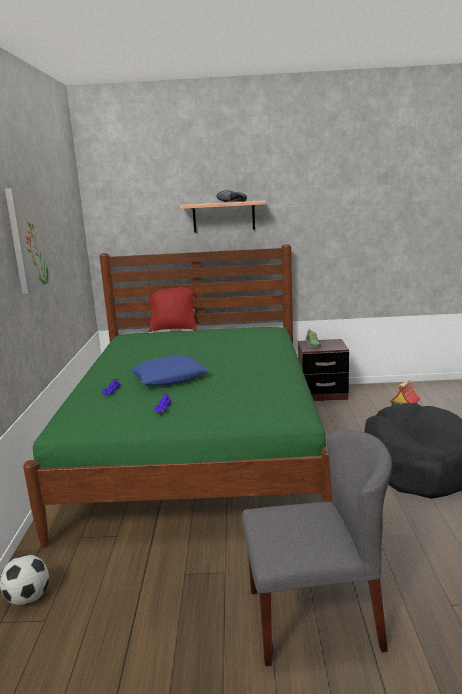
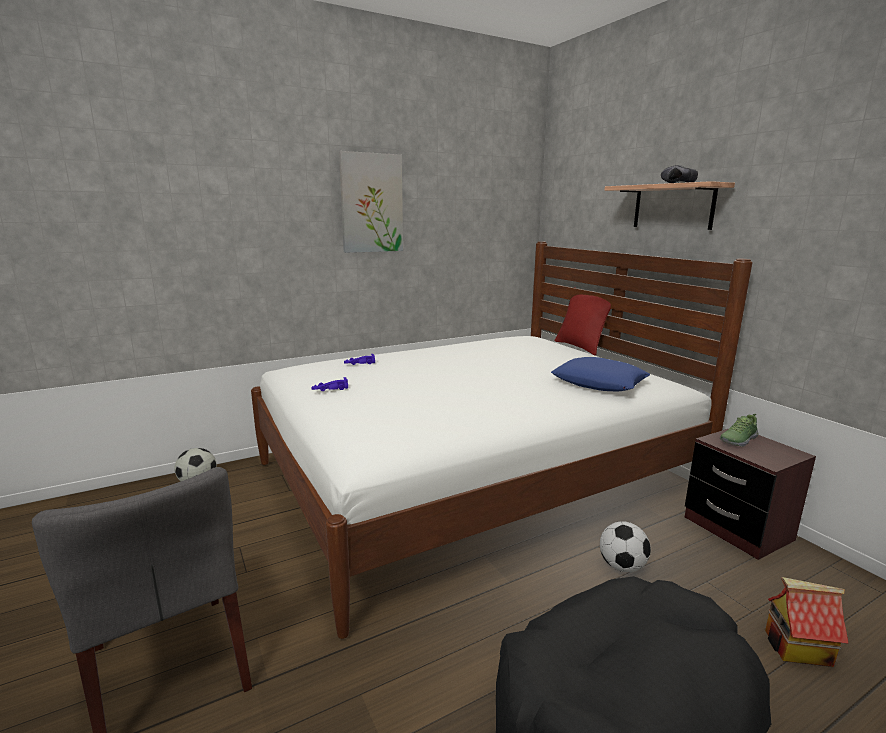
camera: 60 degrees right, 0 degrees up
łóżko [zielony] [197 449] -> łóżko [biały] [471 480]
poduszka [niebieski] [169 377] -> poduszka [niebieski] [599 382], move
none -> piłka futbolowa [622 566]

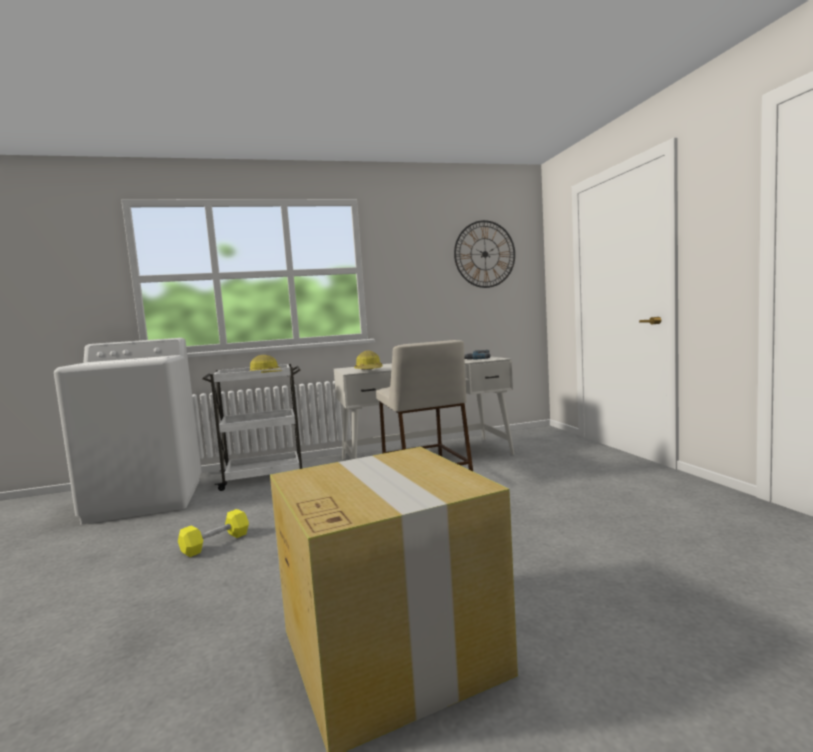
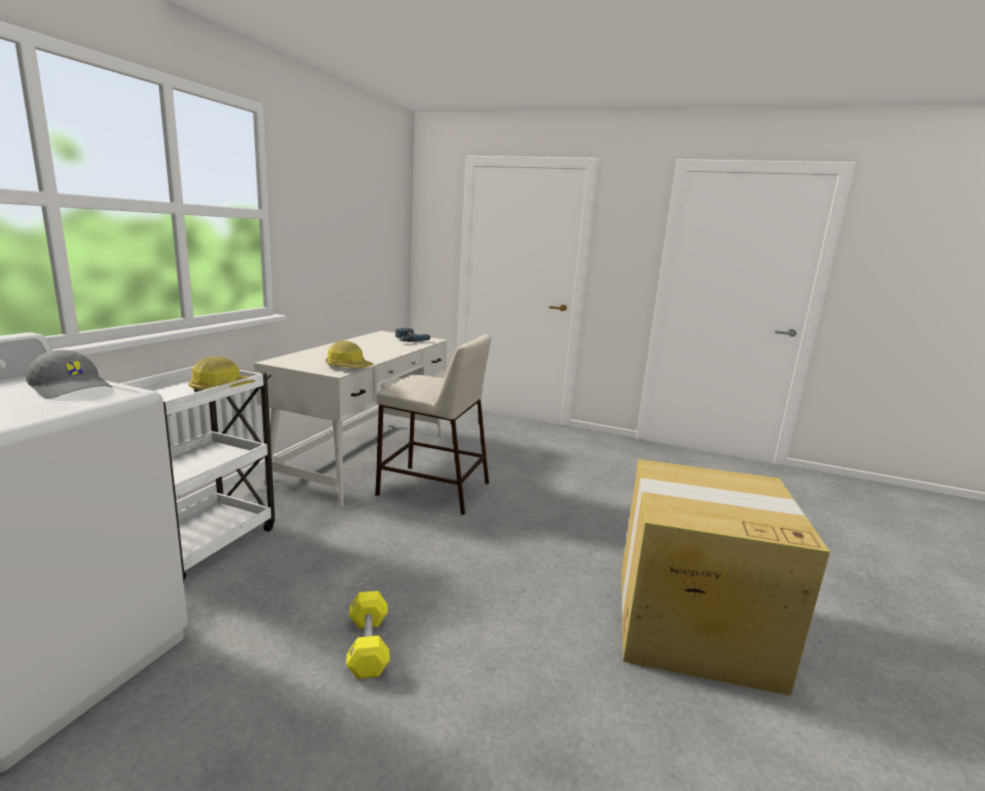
camera: 55 degrees left, 10 degrees up
zegar ścienny [485 254] -> none
none -> czapka z daszkiem [szary] [72 388]

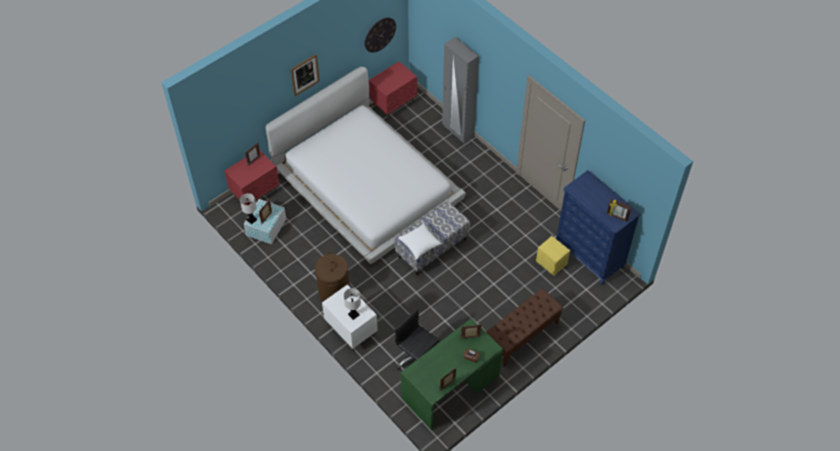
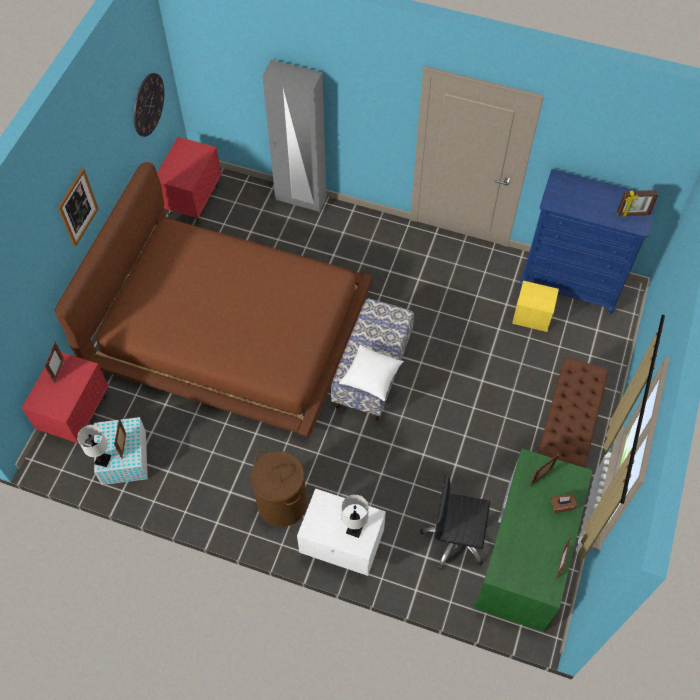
camera: 30 degrees left, 5 degrees up
łóżko [biały] [366 185] -> łóżko [brązowy] [228 328]

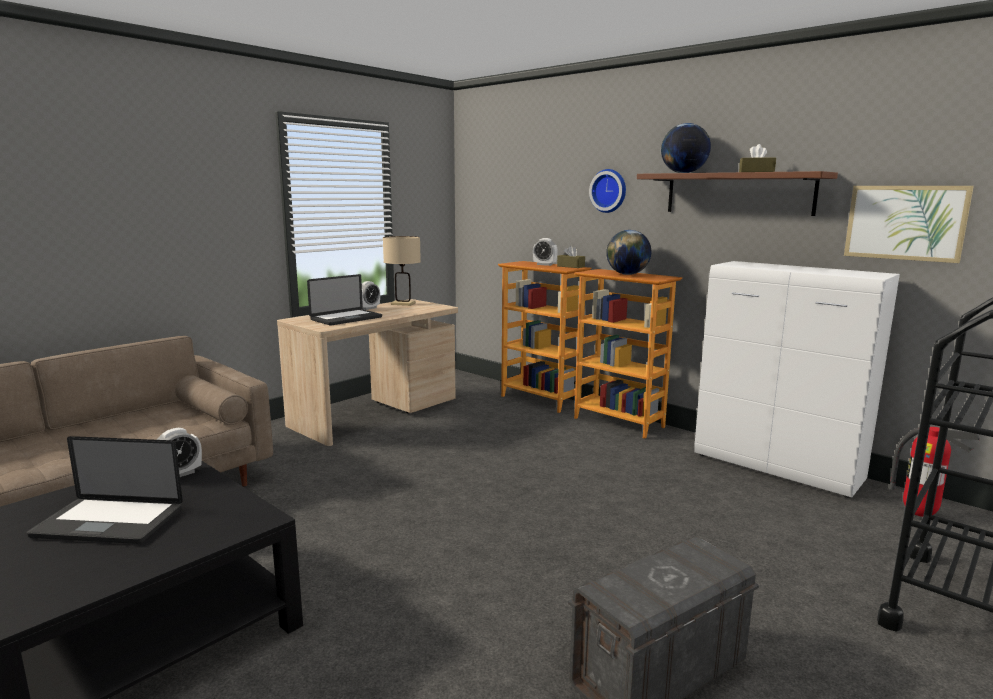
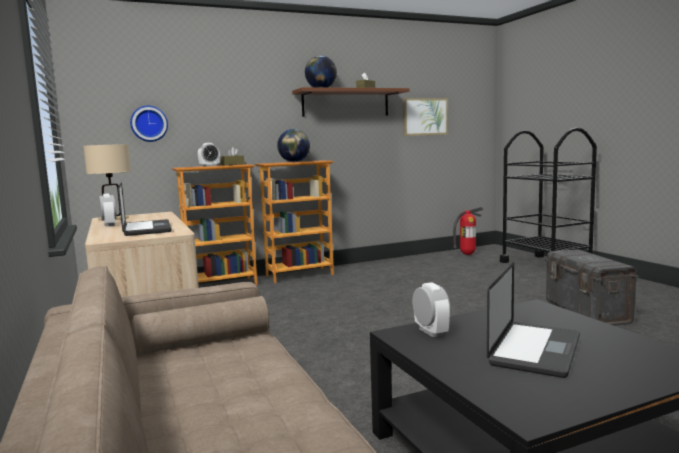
camera: 65 degrees left, 5 degrees down
zegar ścienny [609 191] -> zegar ścienny [149 123], move
szafka [biały] [777 468] -> none

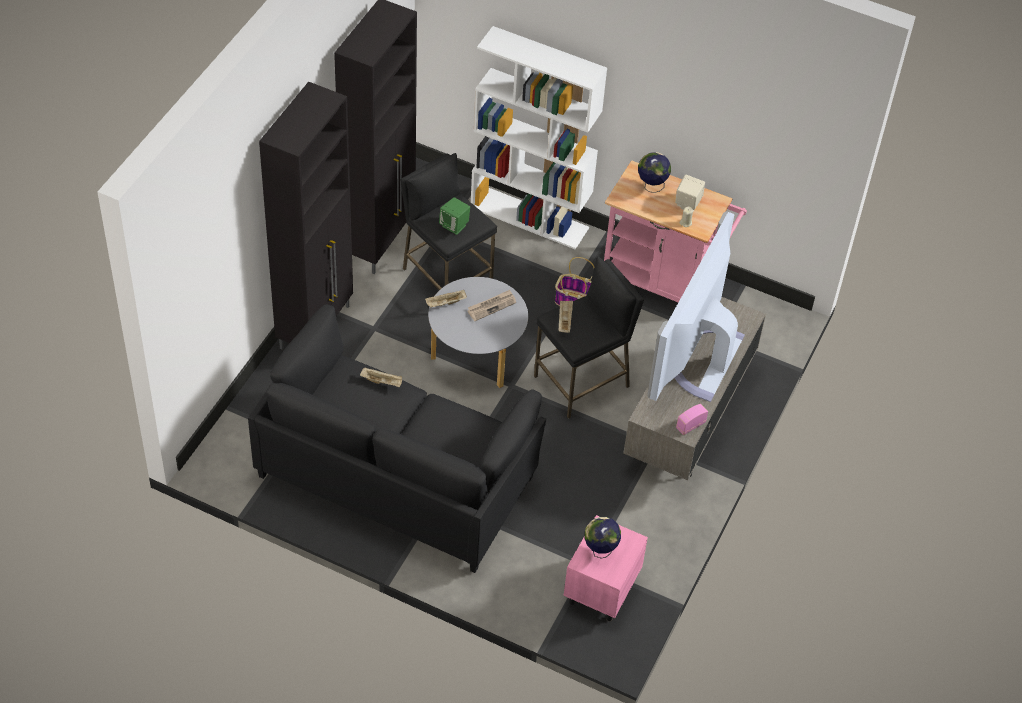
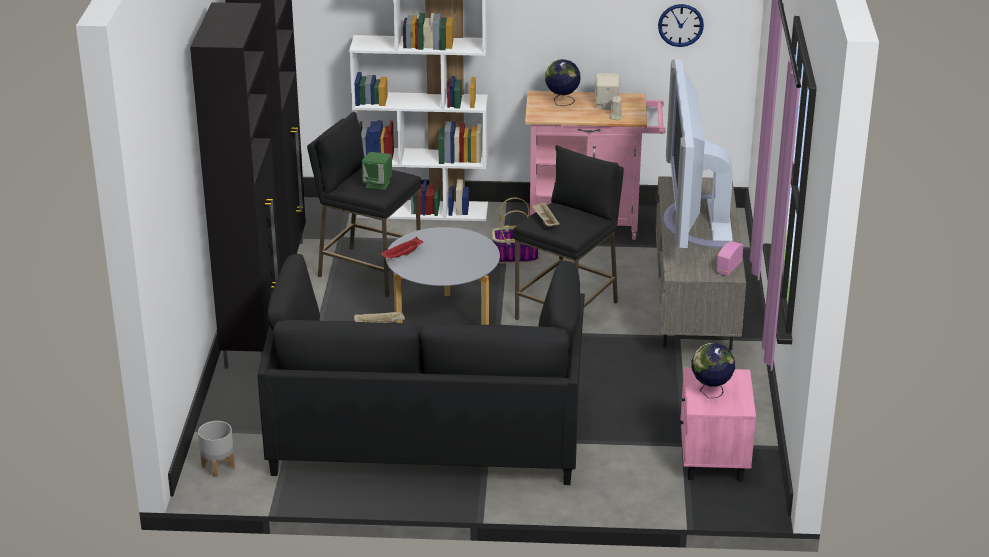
camera: 20 degrees left, 20 degrees down
taca [beżowy] [445 303] -> taca [czerwony] [402 255]
gazeta [491 306] -> none
none -> zegar ścienny [680 25]
none -> donica [szary] [217 467]

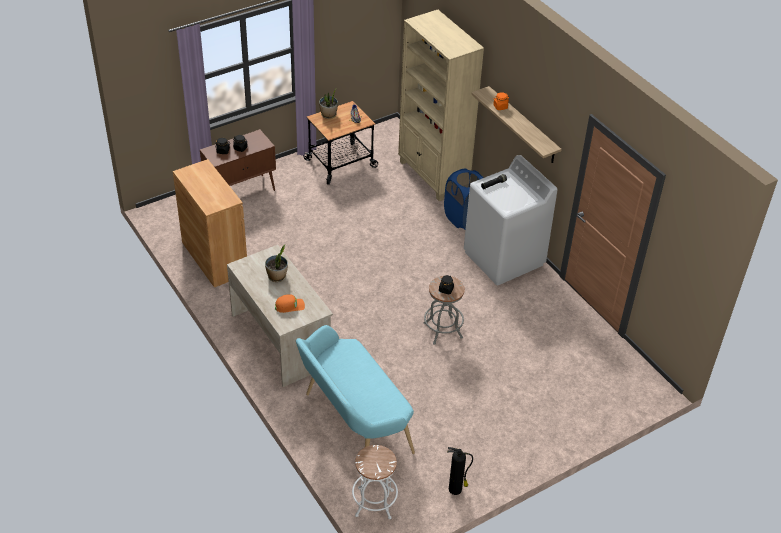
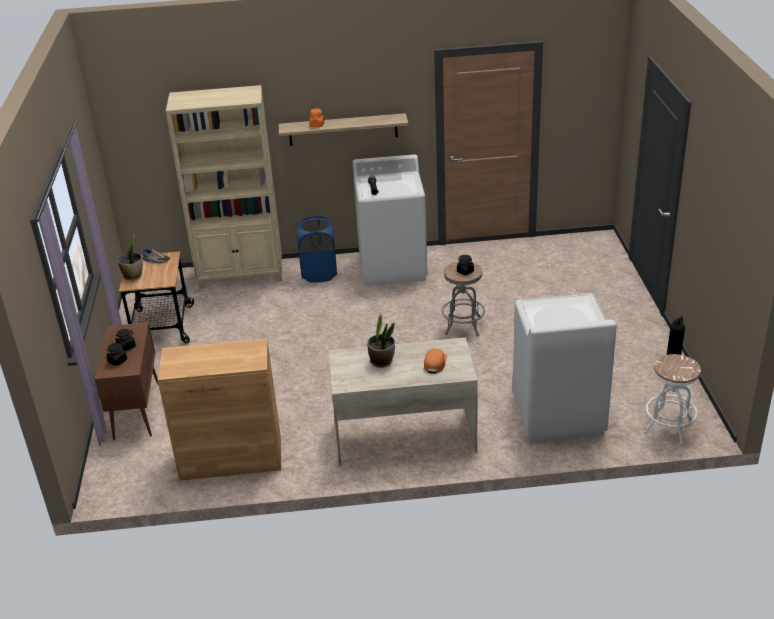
camera: 60 degrees left, 10 degrees down
ławka [turkusowy] [352 424] -> pralka [biały] [557 415]

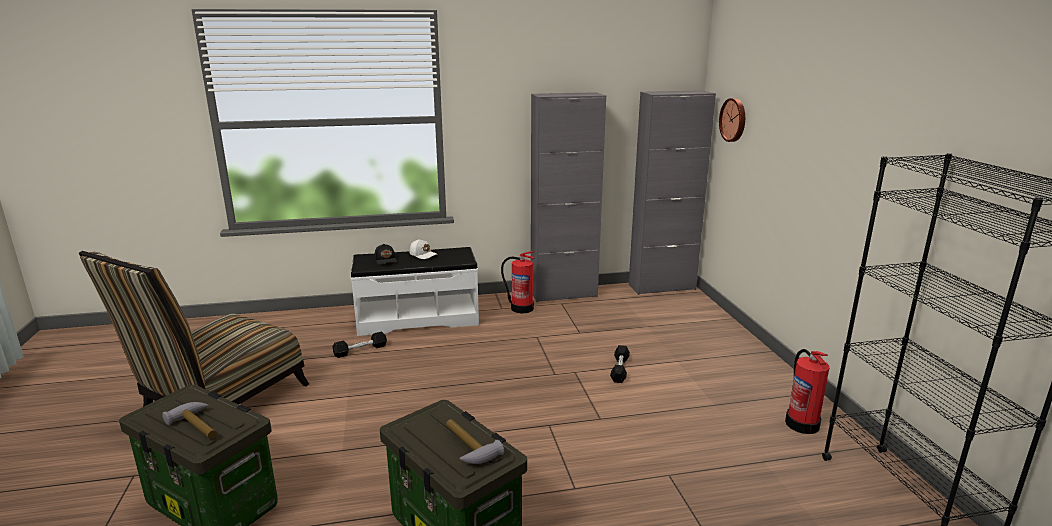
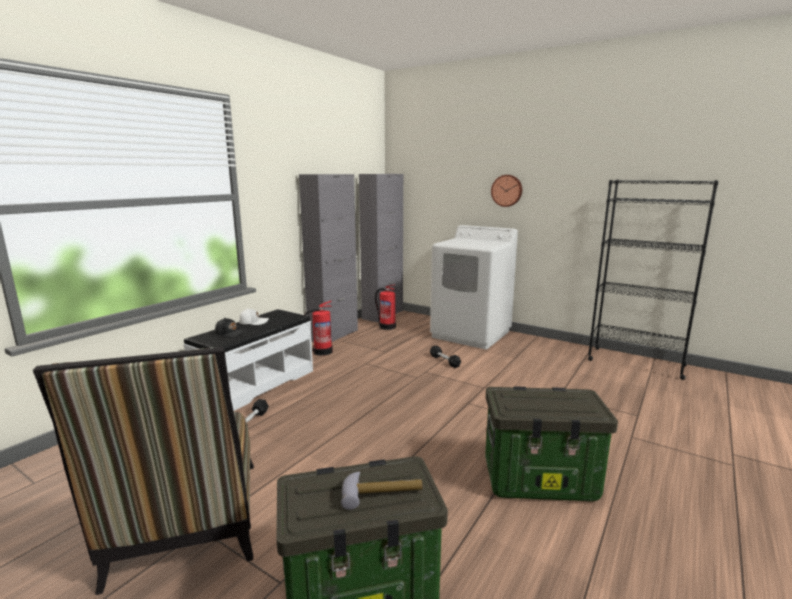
camera: 45 degrees left, 5 degrees down
zegar ścienny [734 120] -> zegar ścienny [507 190], move
gaśnica [802 423] -> gaśnica [387 326], move
młotek [467 447] -> none
none -> pralka [biały] [471 334]

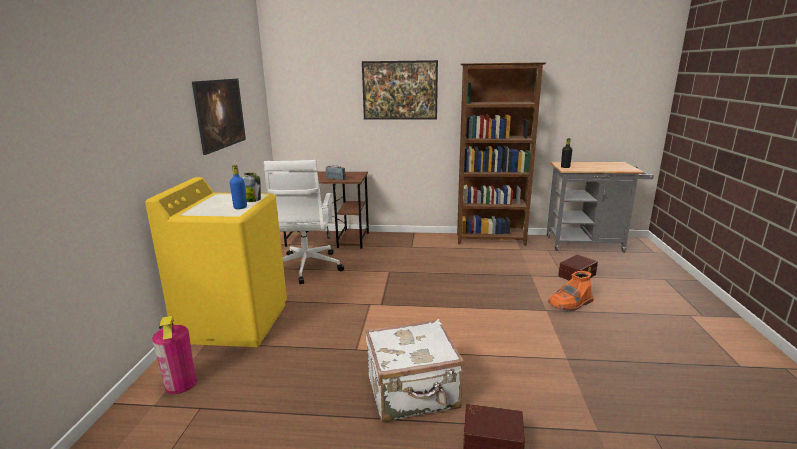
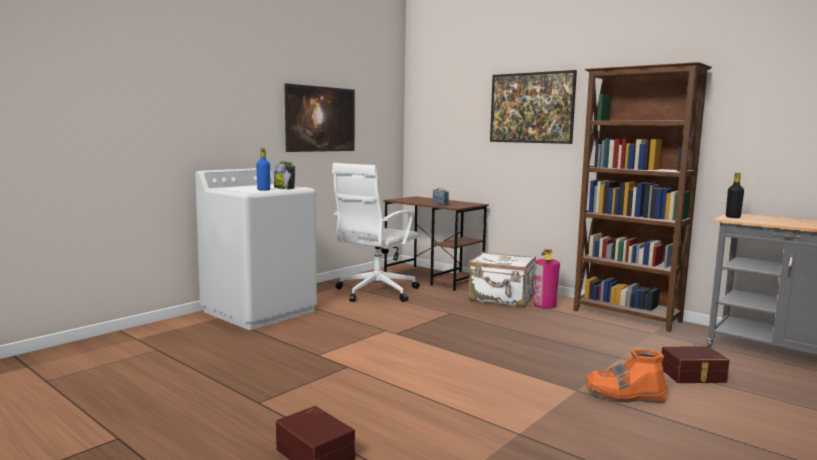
camera: 35 degrees right, 10 degrees down
pralka [żółty] [235 322] -> pralka [biały] [260 311]
gaśnica [181 383] -> gaśnica [545 305], move
walizka [biały] [413 393] -> walizka [biały] [501 298], move

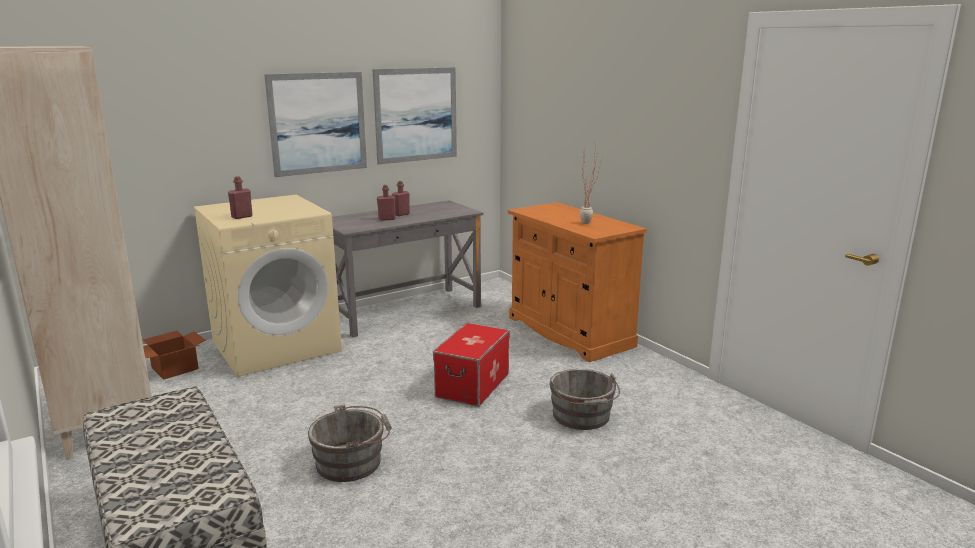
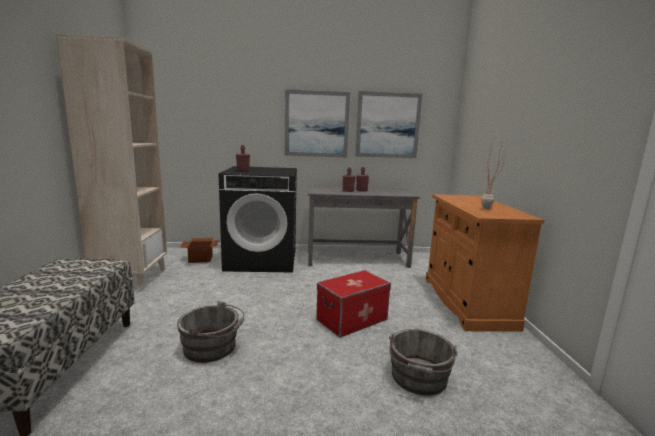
camera: 30 degrees right, 5 degrees down
pralka [beżowy] [277 346] -> pralka [czarny] [262 260]

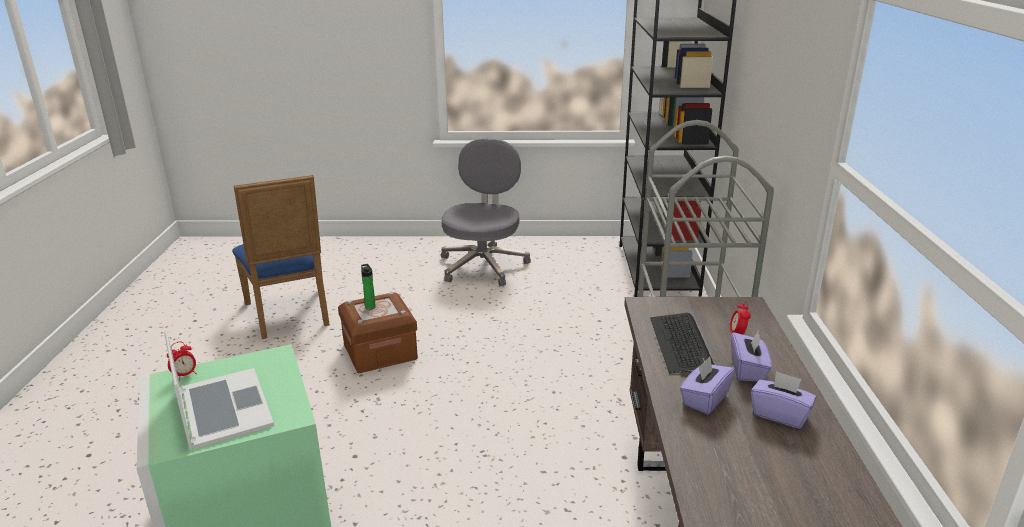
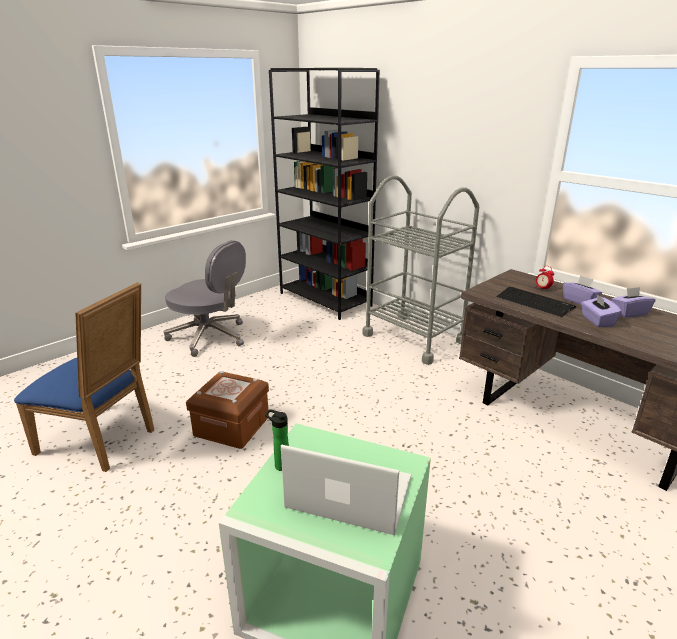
camera: 45 degrees left, 0 degrees up
krzesło biurowe [szary] [483 265] -> krzesło biurowe [szary] [210 337], 150 degrees clockwise
butelka [370 306] -> butelka [280 465], move
budzik [185 375] -> none

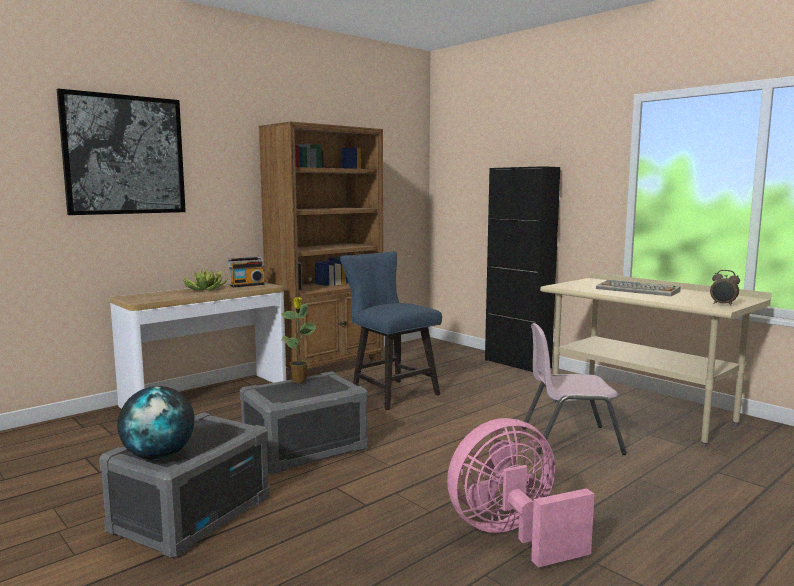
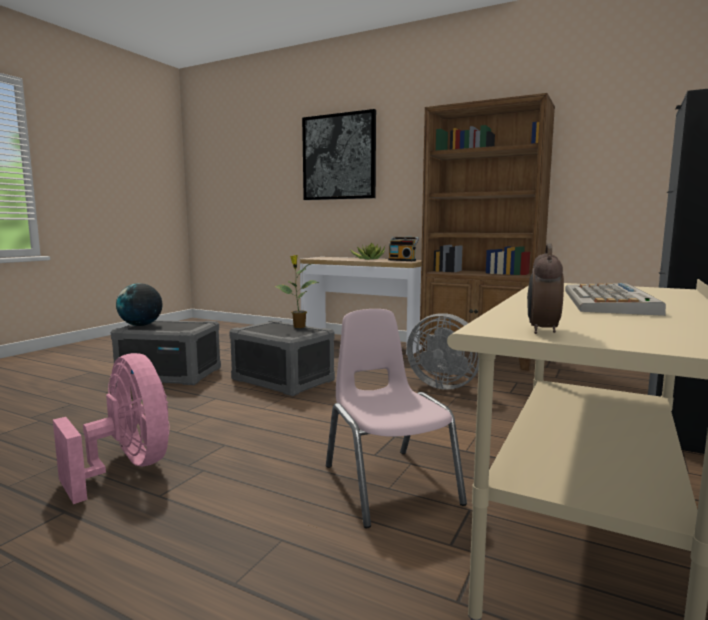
camera: 70 degrees right, 0 degrees up
krzesło [niebieski] [390 393] -> wentylator [szary] [443 385]

